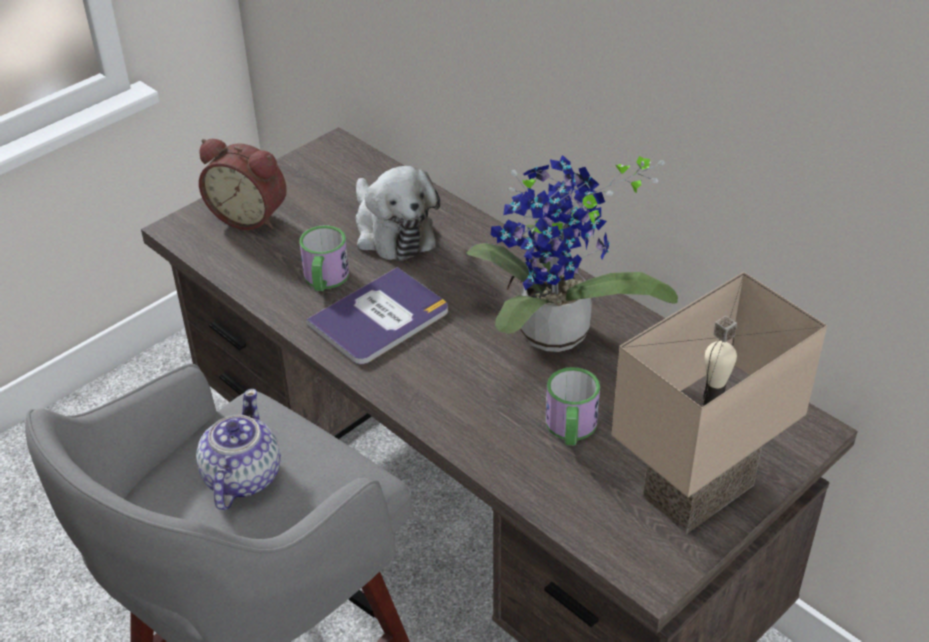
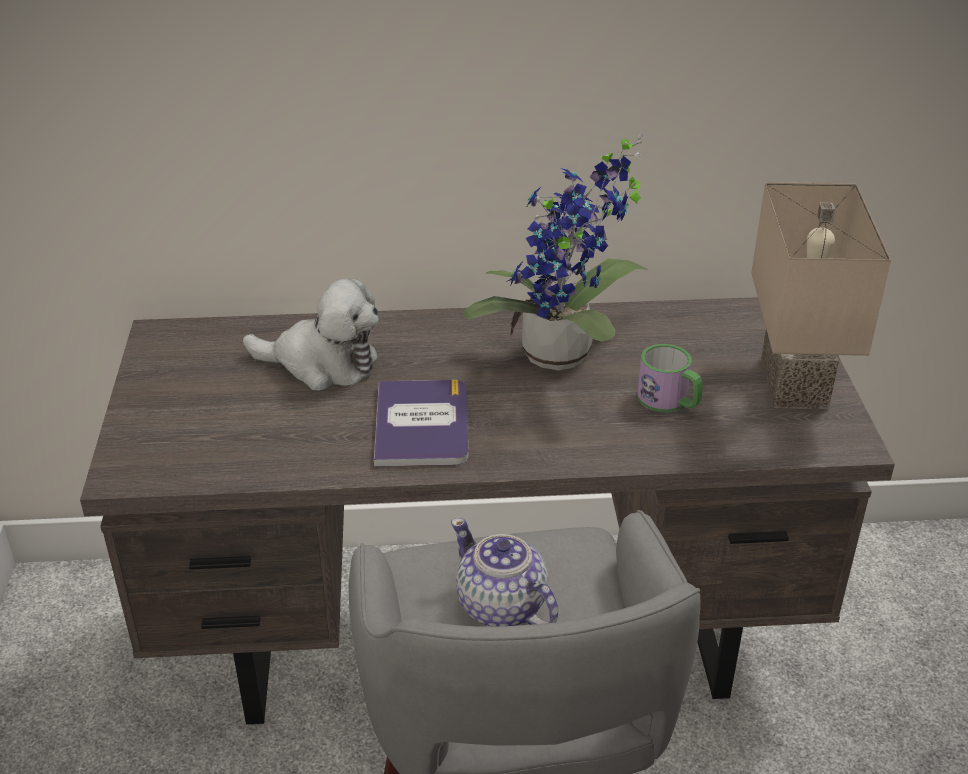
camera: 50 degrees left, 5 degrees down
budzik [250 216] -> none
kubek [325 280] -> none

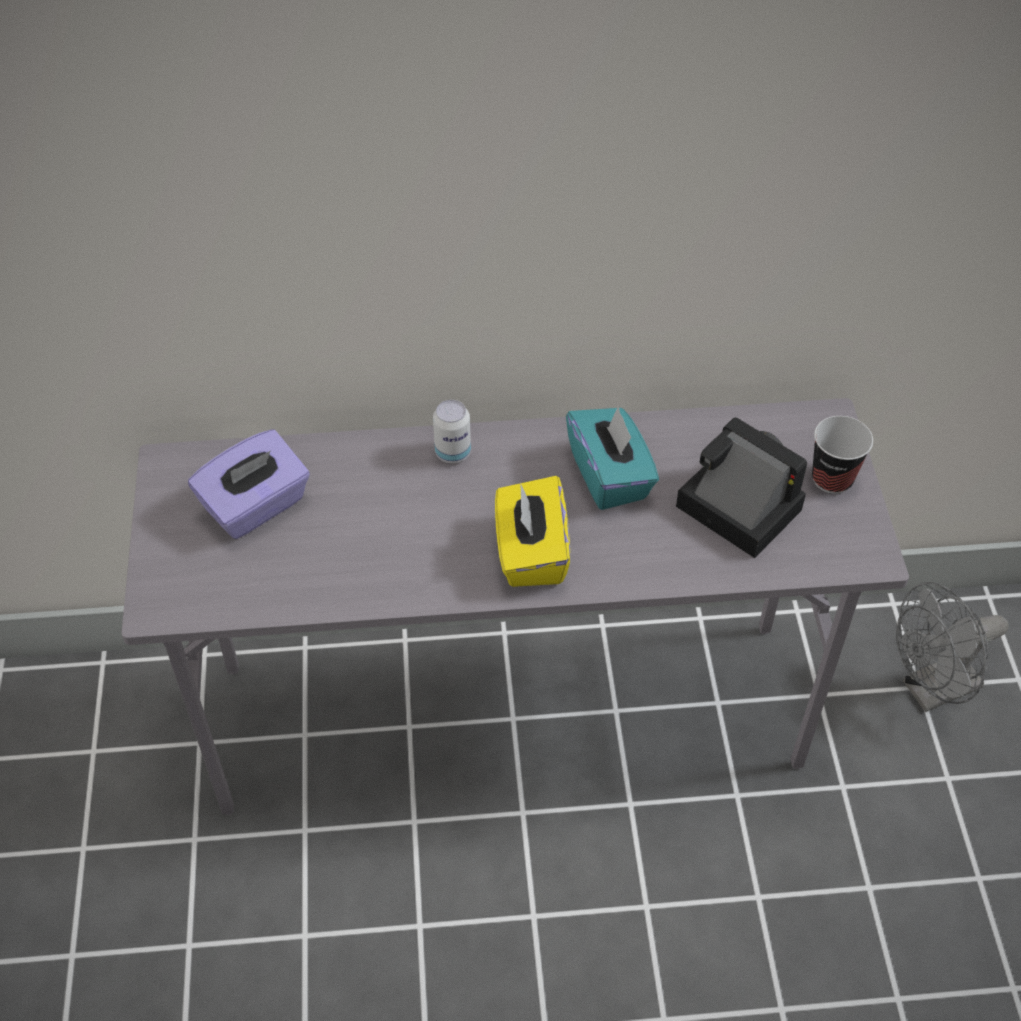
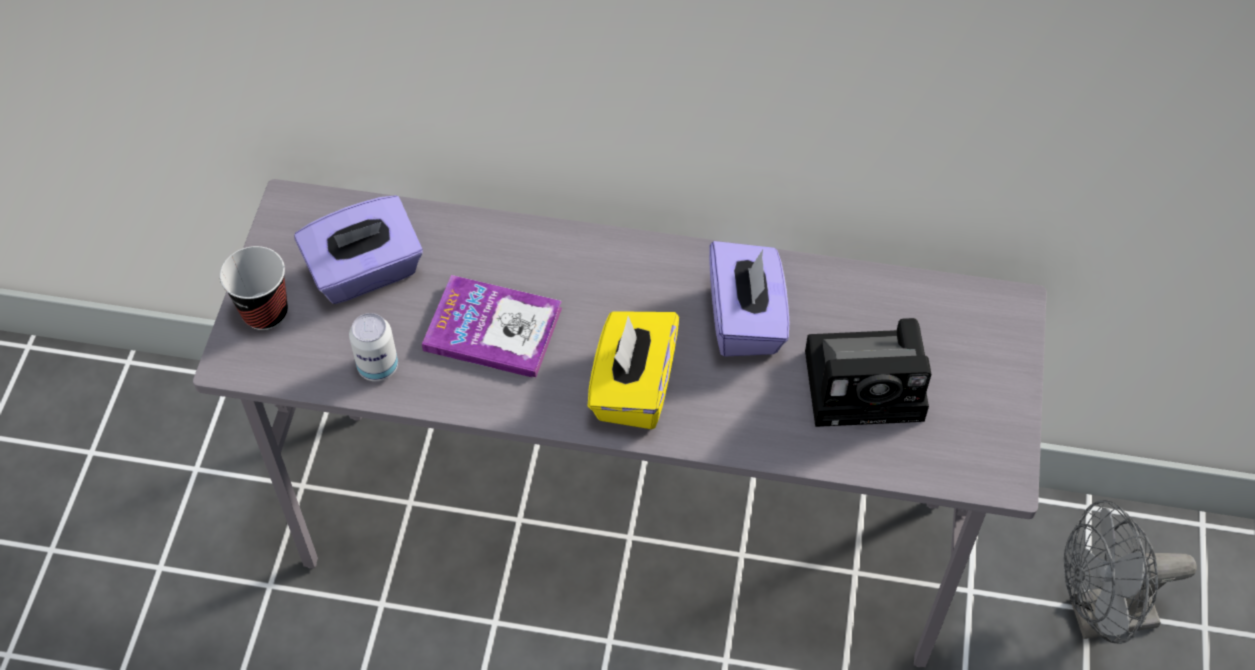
camera: 15 degrees right, 5 degrees up
puszka [453 453] -> puszka [378 367], move
pudełko chusteczek [turkusowy] [610 476] -> pudełko chusteczek [fioletowy] [746 320]
filiżanka [832 479] -> filiżanka [265 312], move
aparat fotograficzny [733 506] -> aparat fotograficzny [869 384], 120 degrees clockwise
none -> książka [493 329]

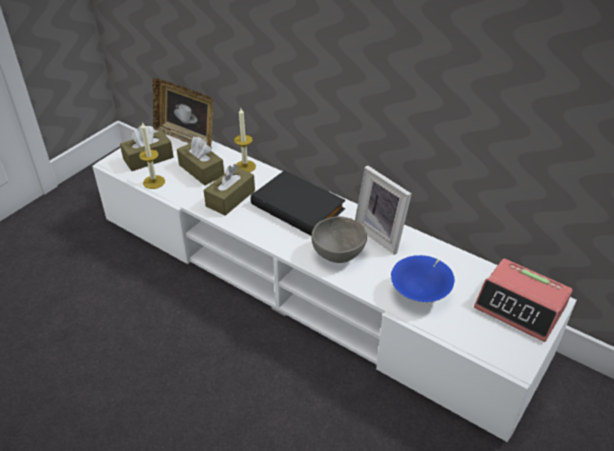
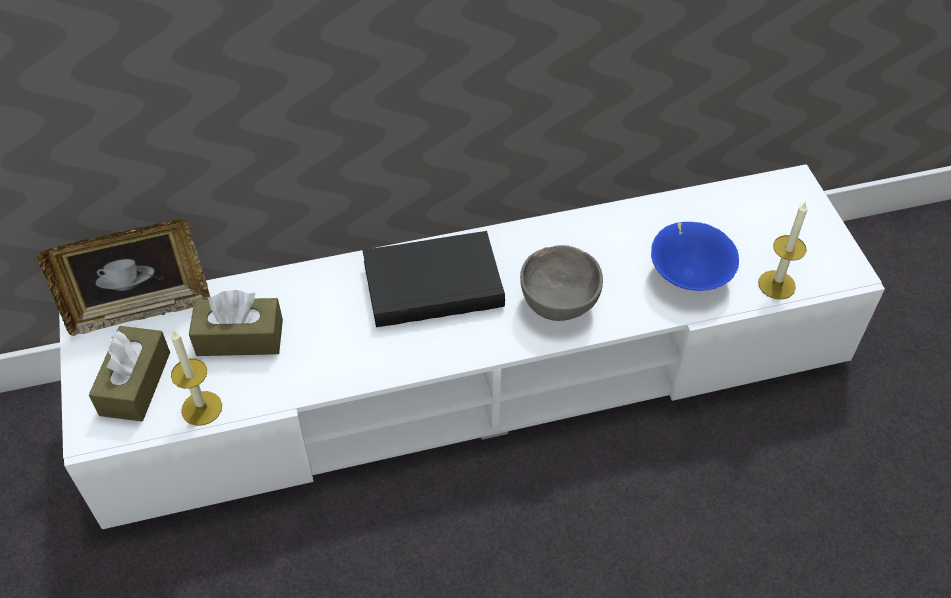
camera: 50 degrees left, 10 degrees up
świeca [245 166] -> świeca [776 285], move
pudełko chusteczek [brązowy] [230 198] -> none
ramka na zdjęcie [382 234] -> none
budzik [521 307] -> none

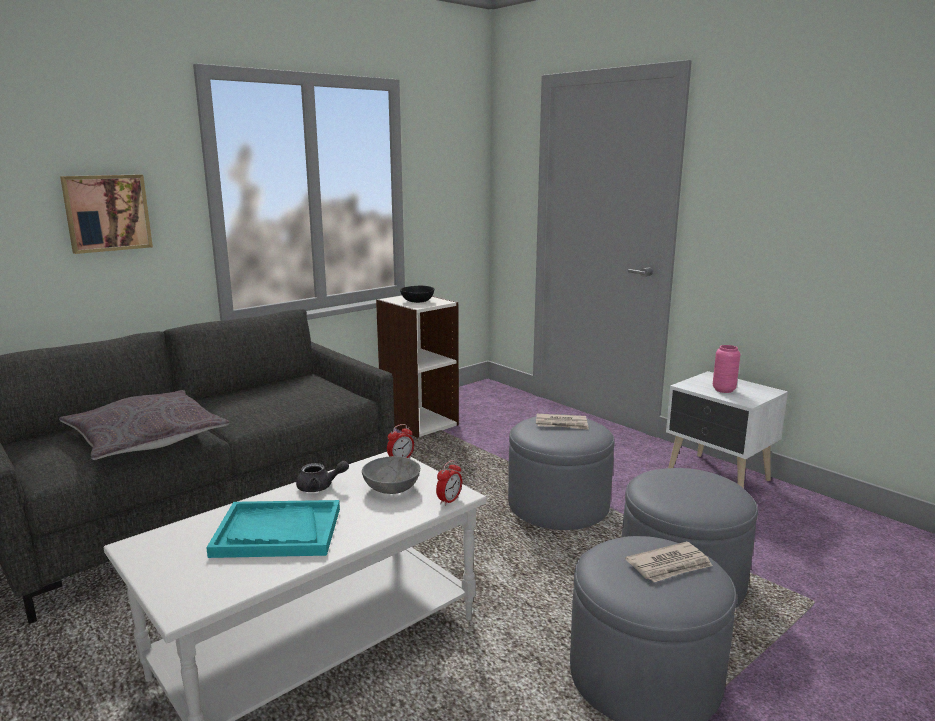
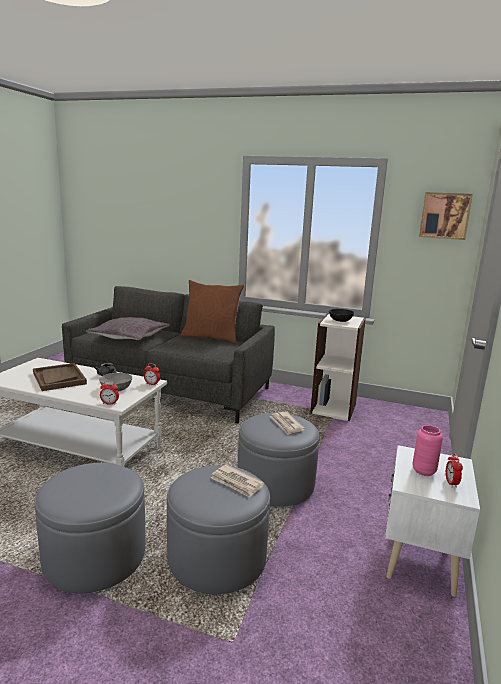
camera: 60 degrees right, 0 degrees up
obraz [107 213] -> obraz [445 215], move
taca [turkusowy] [277 532] -> taca [brązowy] [59 378]
gazeta [670 565] -> gazeta [236 483], move
none -> poduszka [brązowy] [211 337]
none -> budzik [451 483]

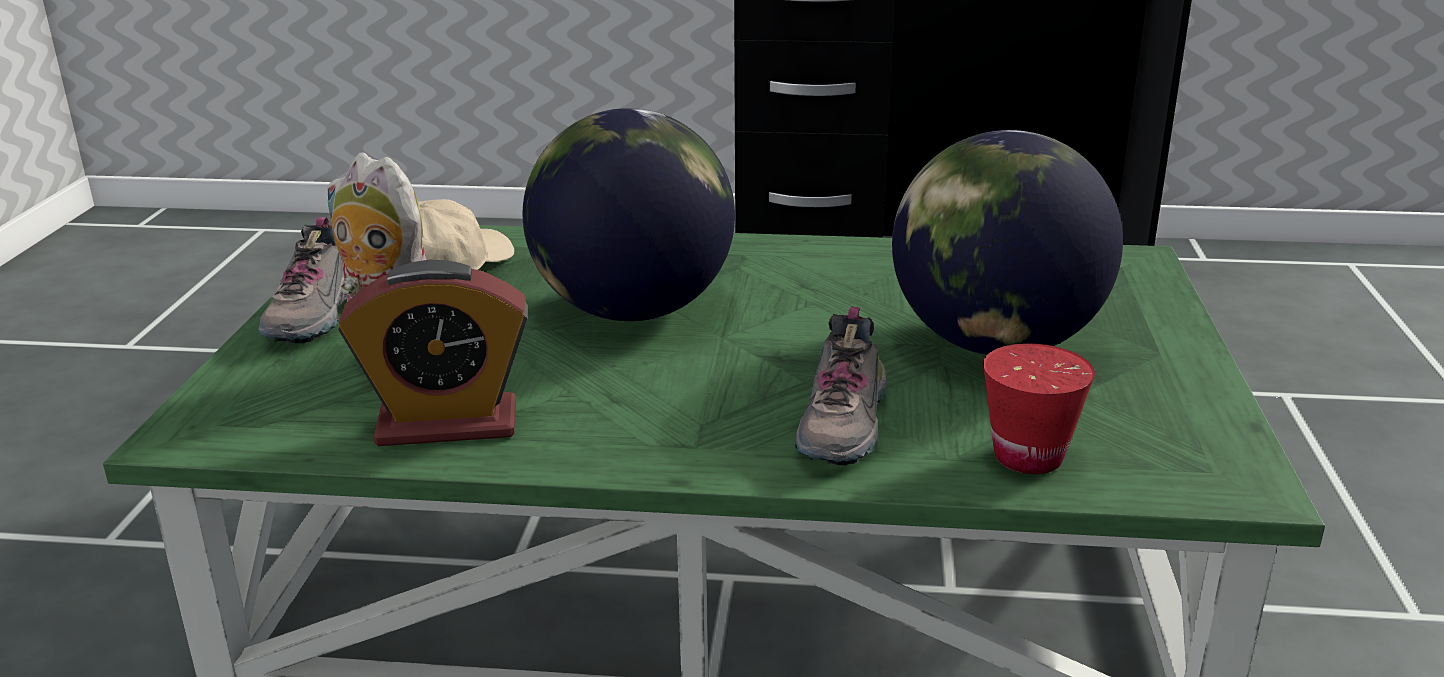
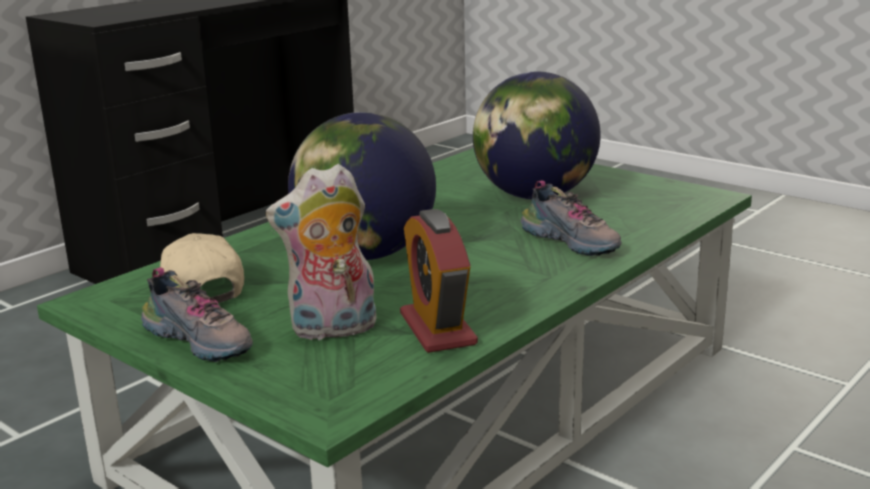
camera: 55 degrees left, 5 degrees down
budzik [447 424] -> budzik [437 329], 135 degrees clockwise
filiżanka [czerwony] [1028 457] -> none

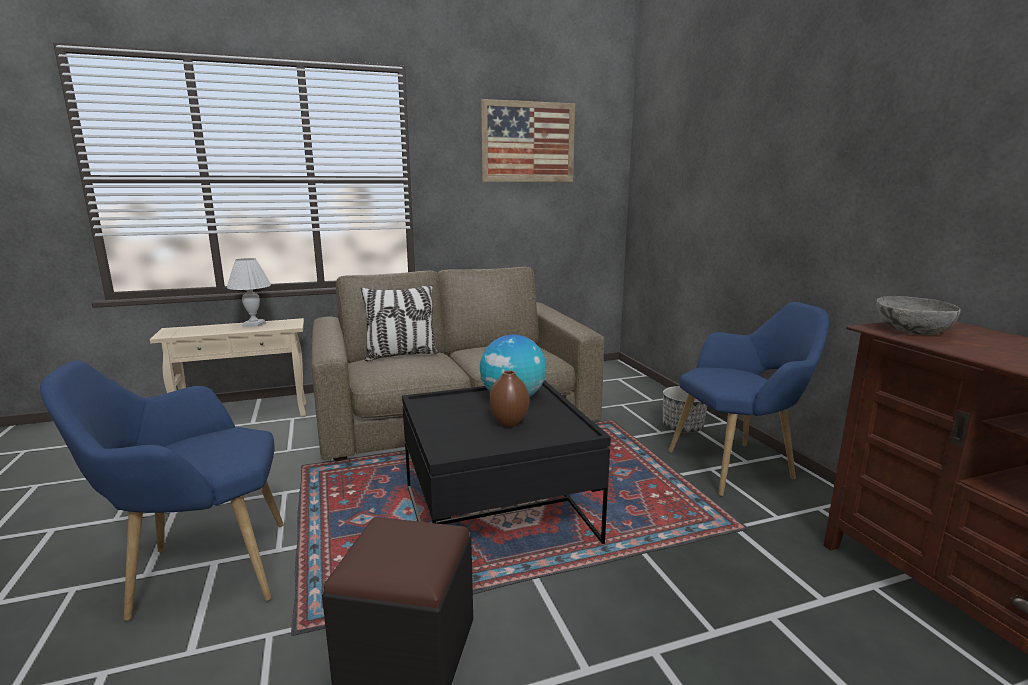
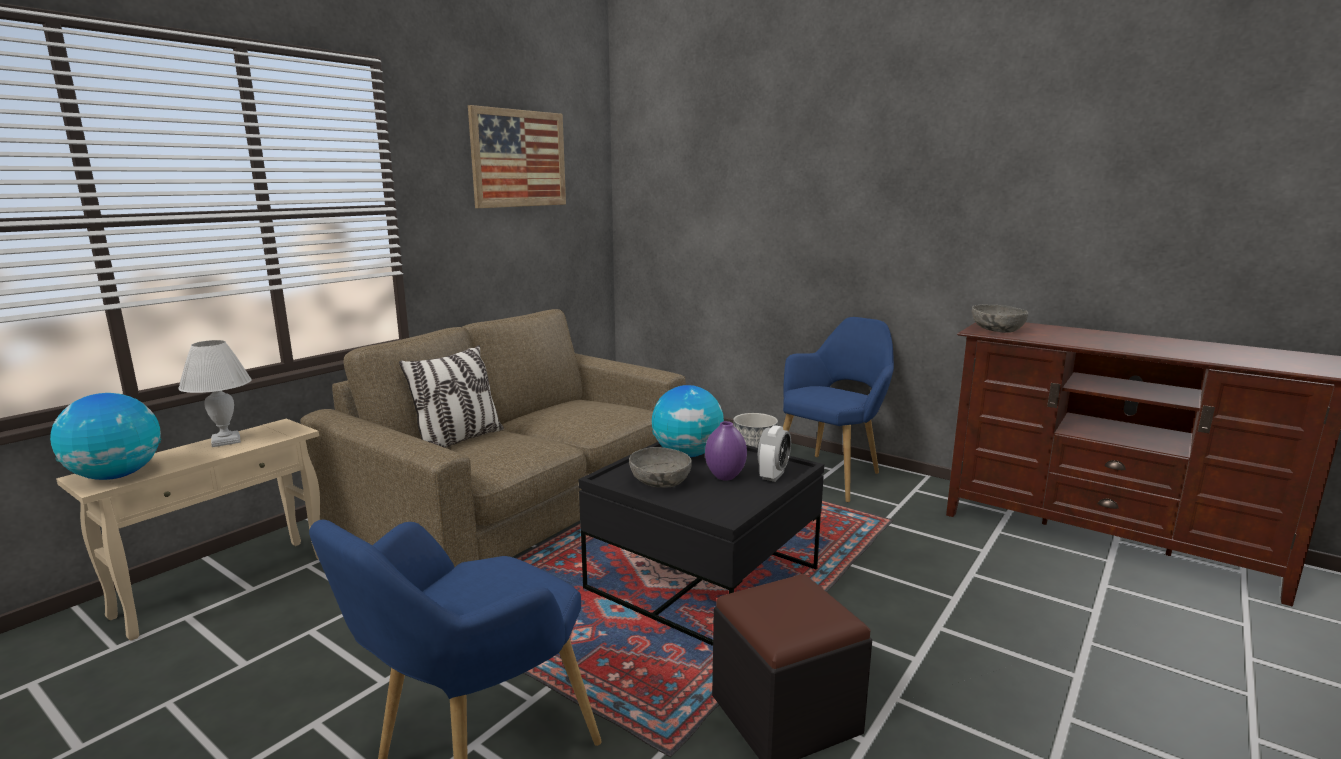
camera: 35 degrees left, 0 degrees up
wazon [brązowy] [508 423] -> wazon [fioletowy] [725 477]
none -> globus [116 476]
none -> budzik [773 475]
none -> miska [szary] [660 482]

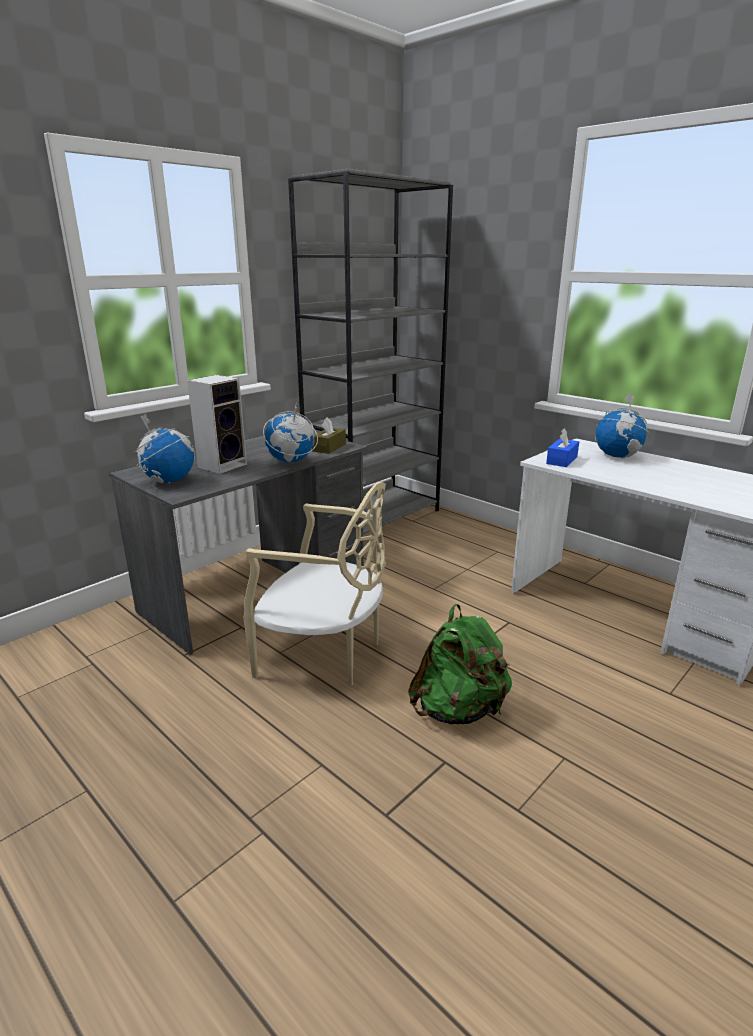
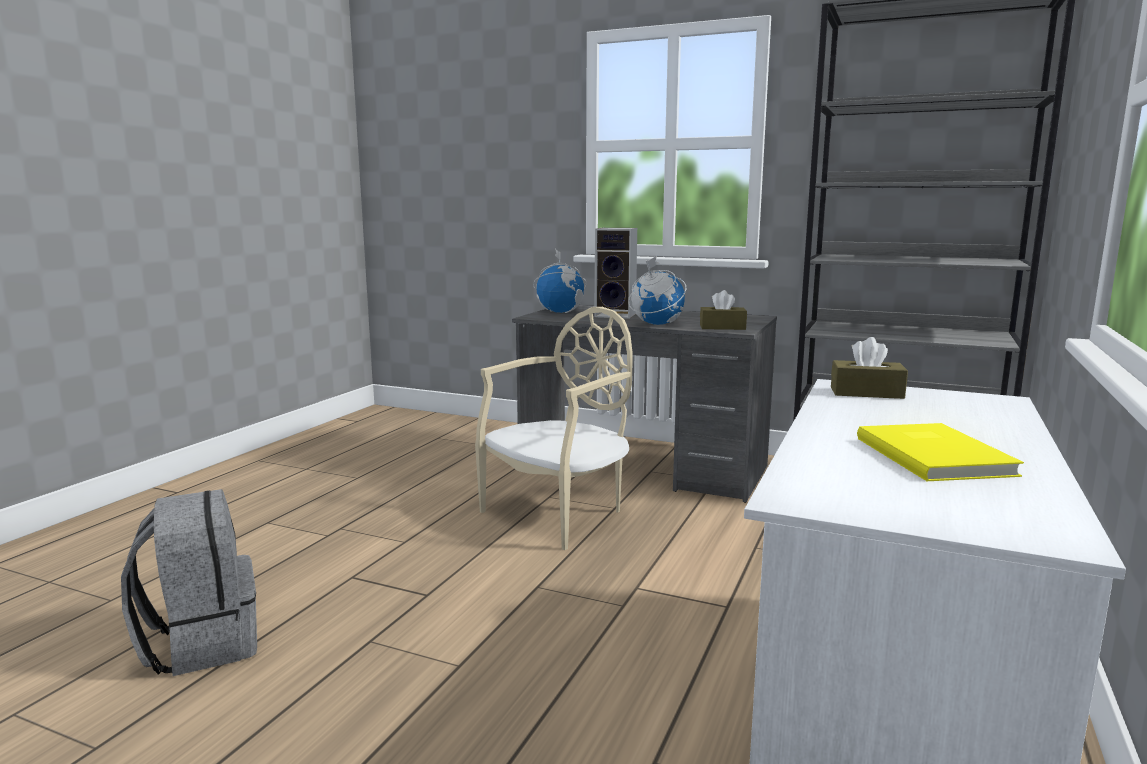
camera: 70 degrees right, 10 degrees down
globus [617 456] -> none
pudełko chusteczek [niebieski] [561 460] -> pudełko chusteczek [brązowy] [866 393]
krzesło [beżowy] [324 654] -> krzesło [beżowy] [560 514], 135 degrees counterclockwise
plecak [zielony] [458 710] -> none
none -> książka [żółty] [935 455]
none -> plecak [szary] [201 643]

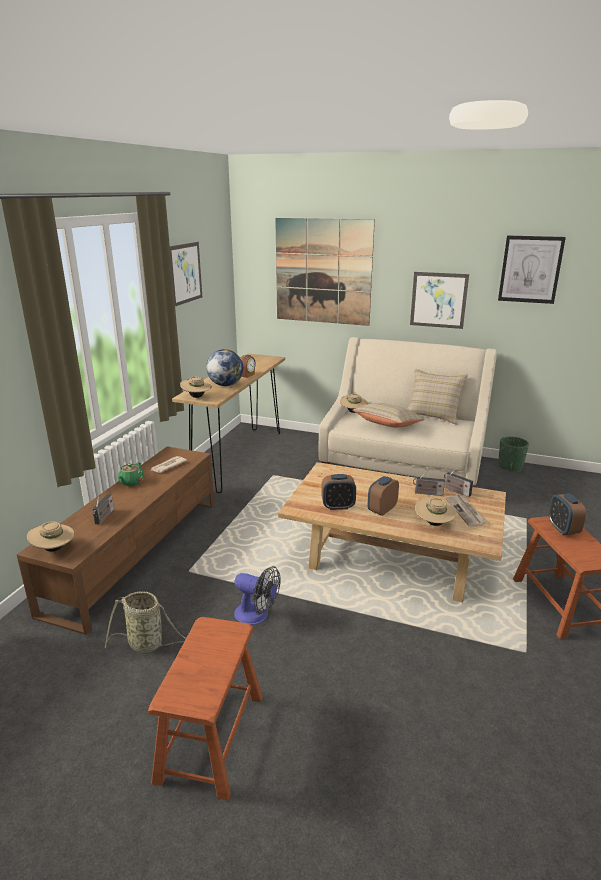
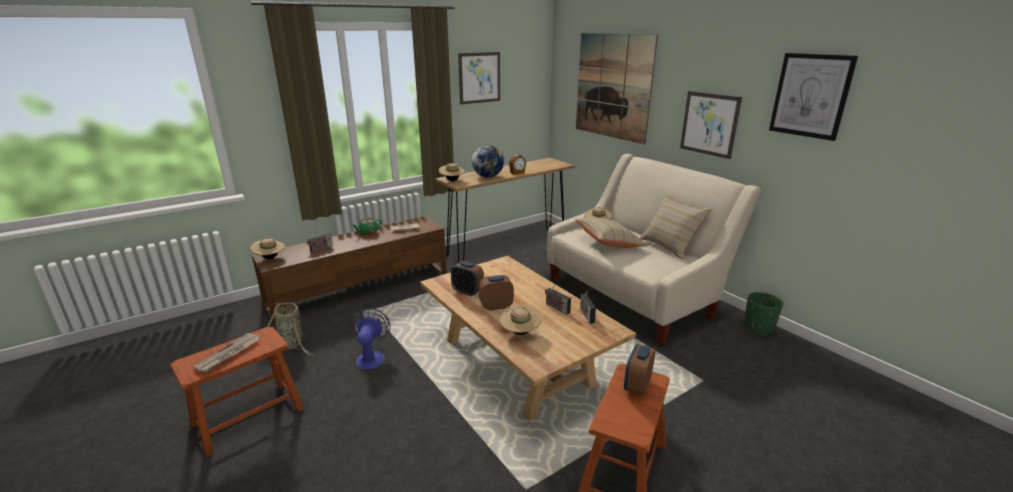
camera: 35 degrees right, 0 degrees up
gazeta [465 511] -> gazeta [229 354], move
wentylator [257 615] -> wentylator [371 357], 150 degrees counterclockwise

